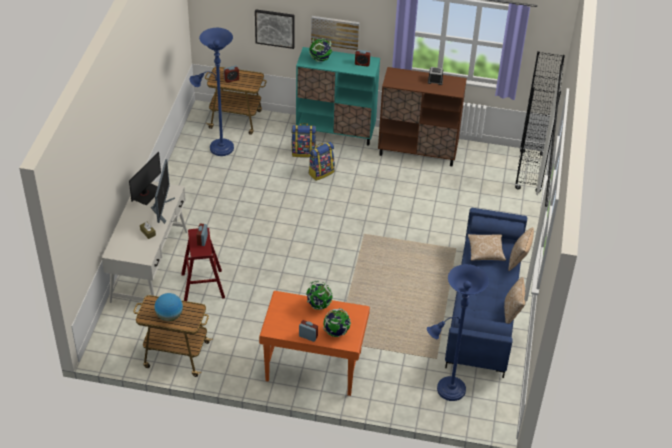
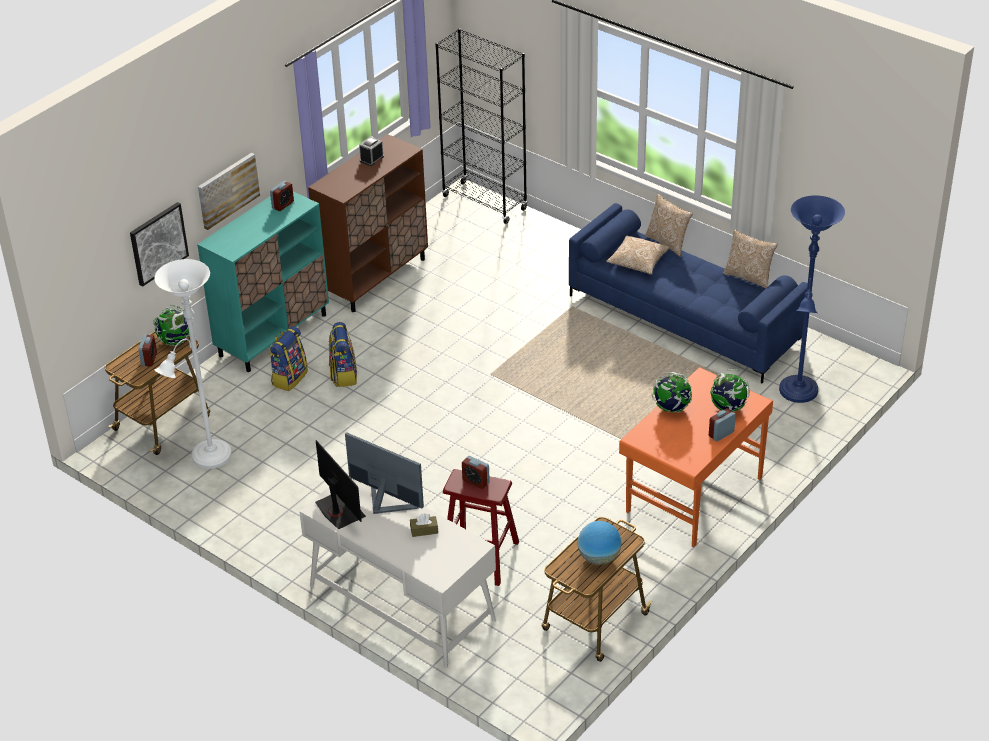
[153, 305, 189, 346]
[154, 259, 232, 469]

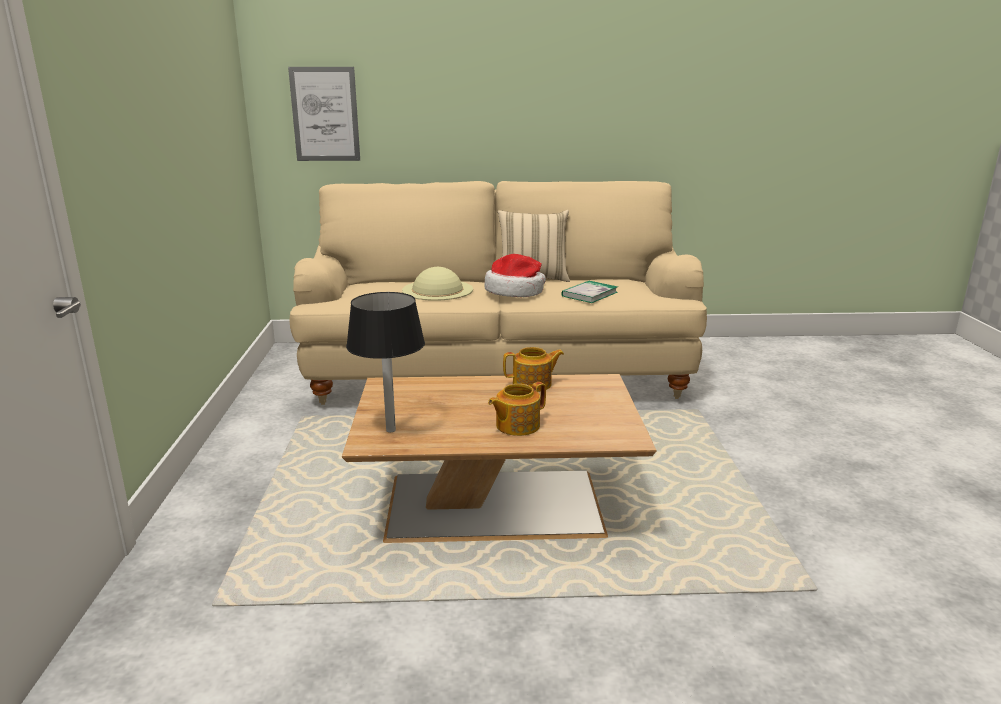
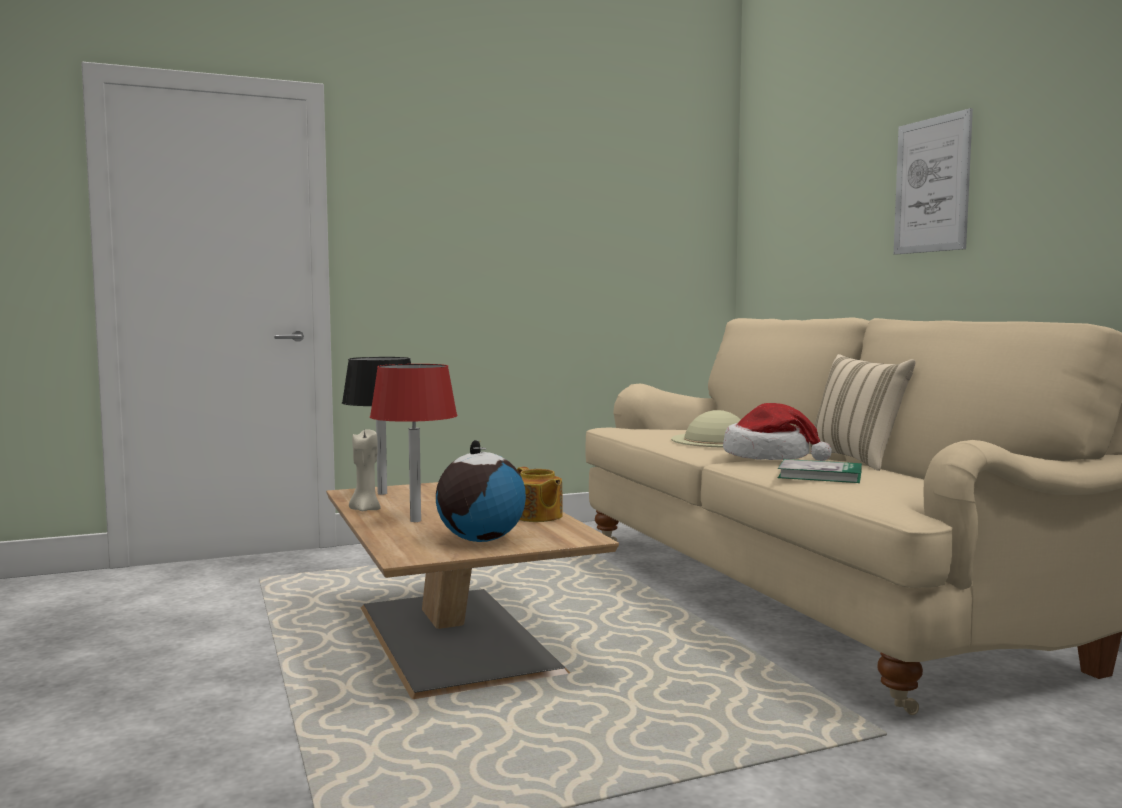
[349, 429, 381, 511]
[370, 364, 458, 522]
[436, 440, 526, 542]
[894, 108, 973, 255]

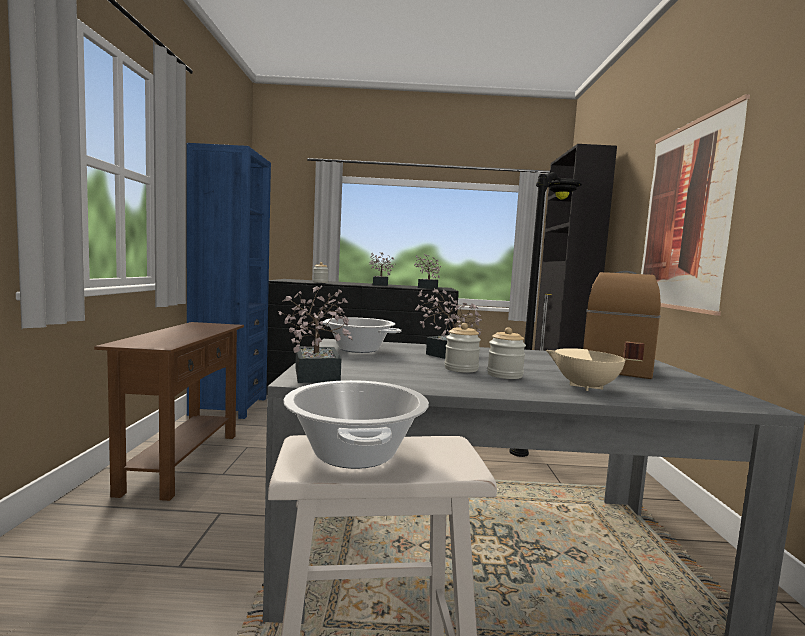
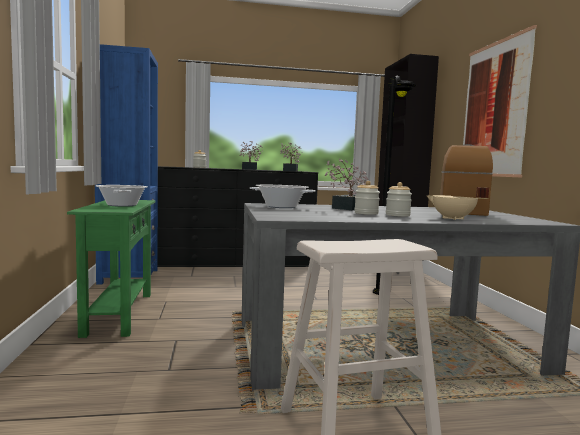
[67, 200, 156, 338]
[96, 185, 148, 207]
[278, 286, 353, 383] (first image)

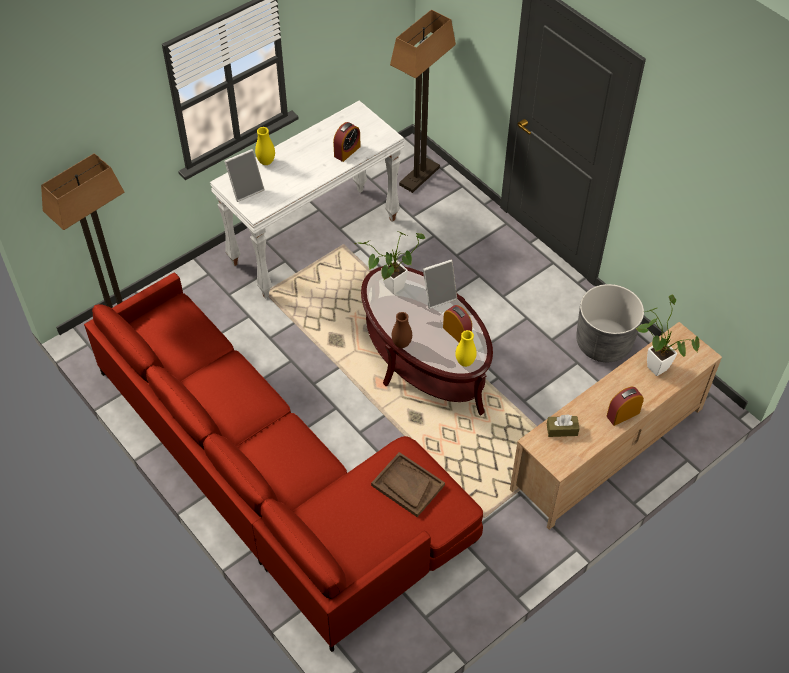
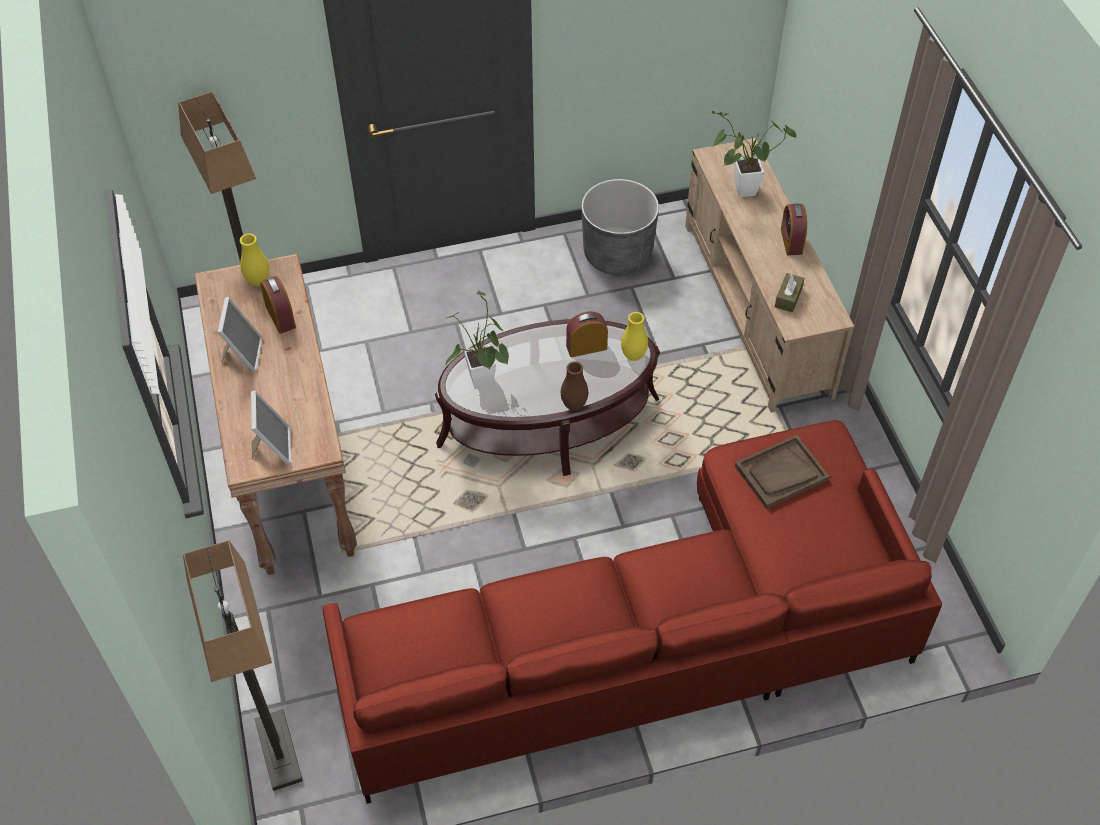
[195, 254, 357, 575]
[218, 297, 263, 373]
[240, 233, 270, 286]

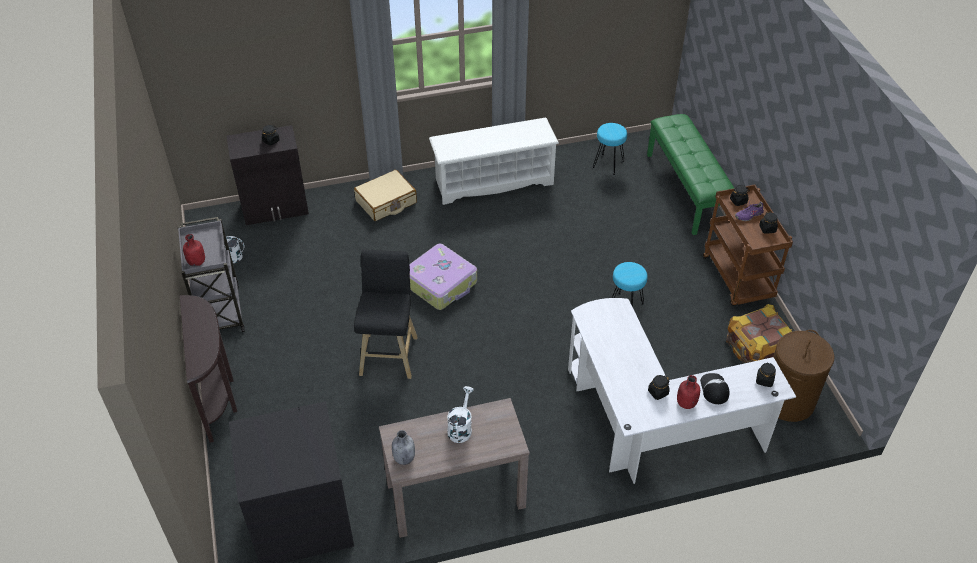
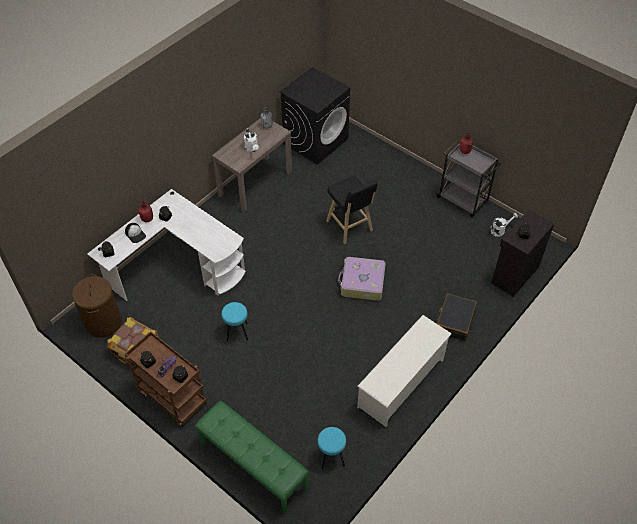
[437, 293, 477, 341]
[180, 295, 237, 443] (first image)

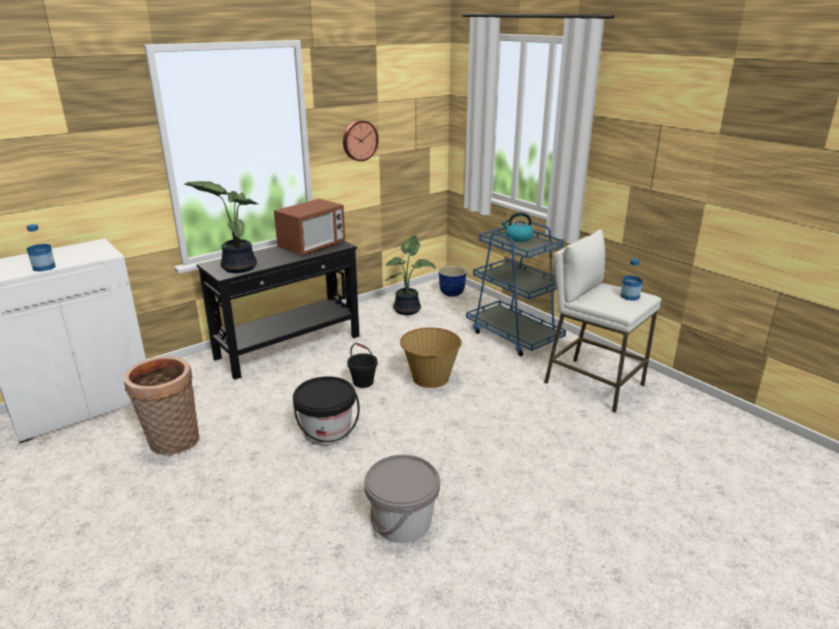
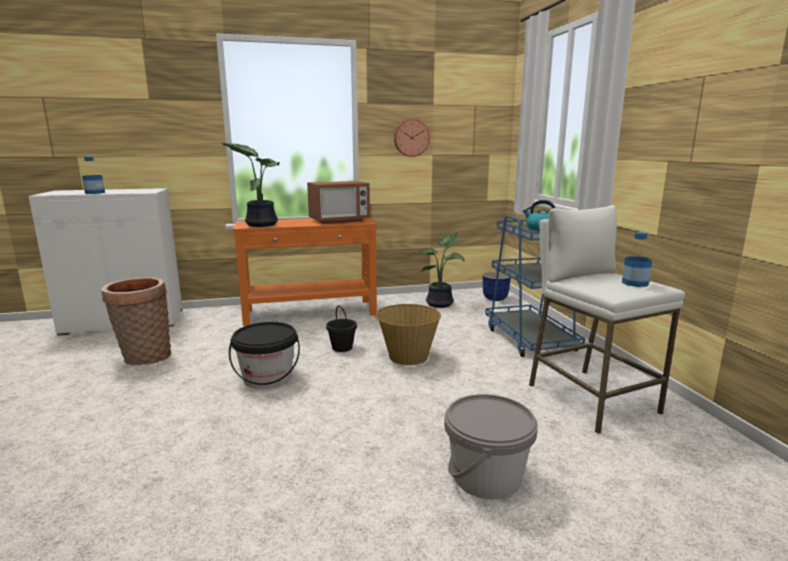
[233, 218, 377, 326]
[444, 394, 538, 500]

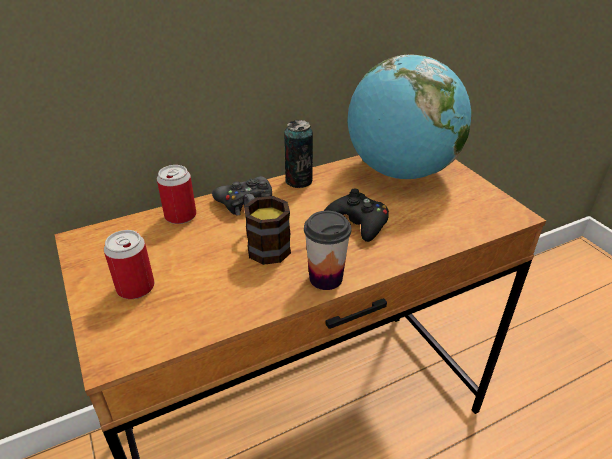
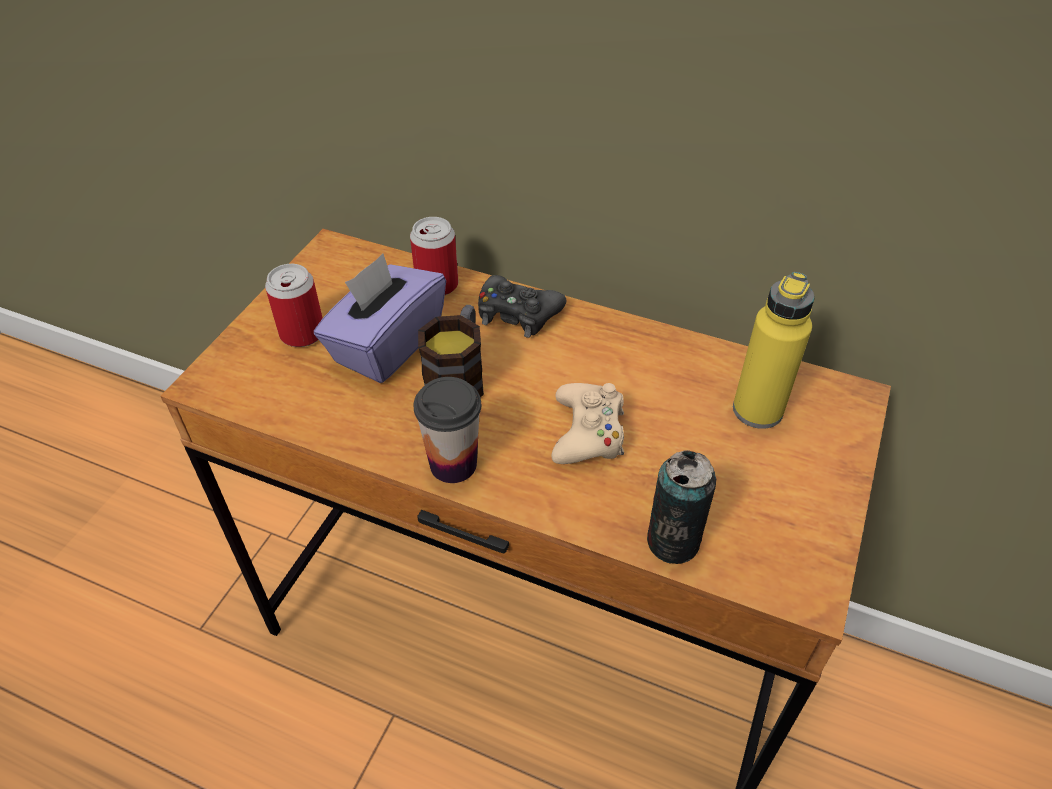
[314, 254, 446, 383]
[552, 383, 624, 464]
[647, 450, 716, 564]
[733, 272, 815, 429]

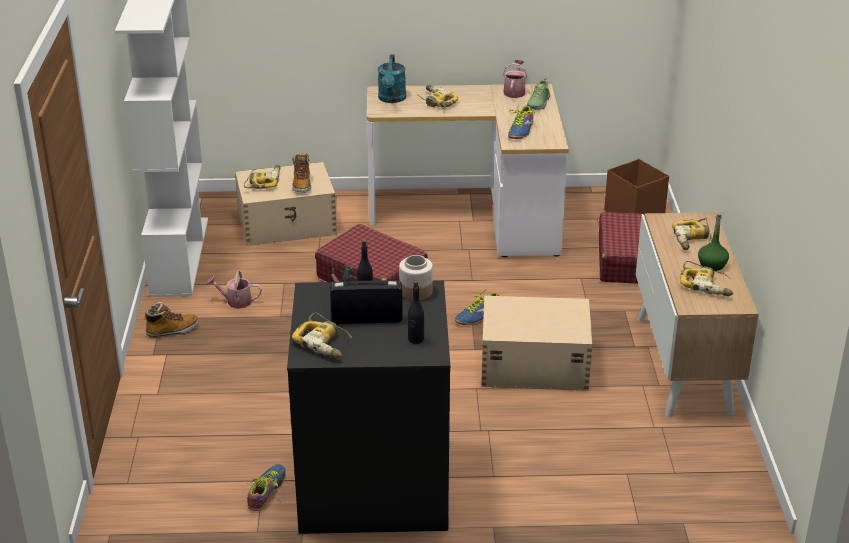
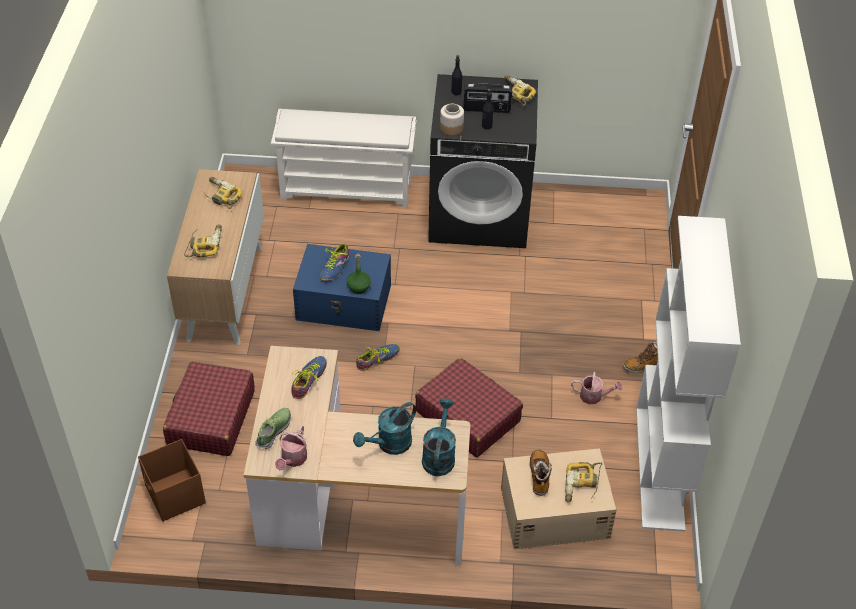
[271, 109, 416, 207]
[293, 244, 391, 331]
[320, 241, 349, 281]
[347, 254, 371, 294]
[353, 402, 416, 455]

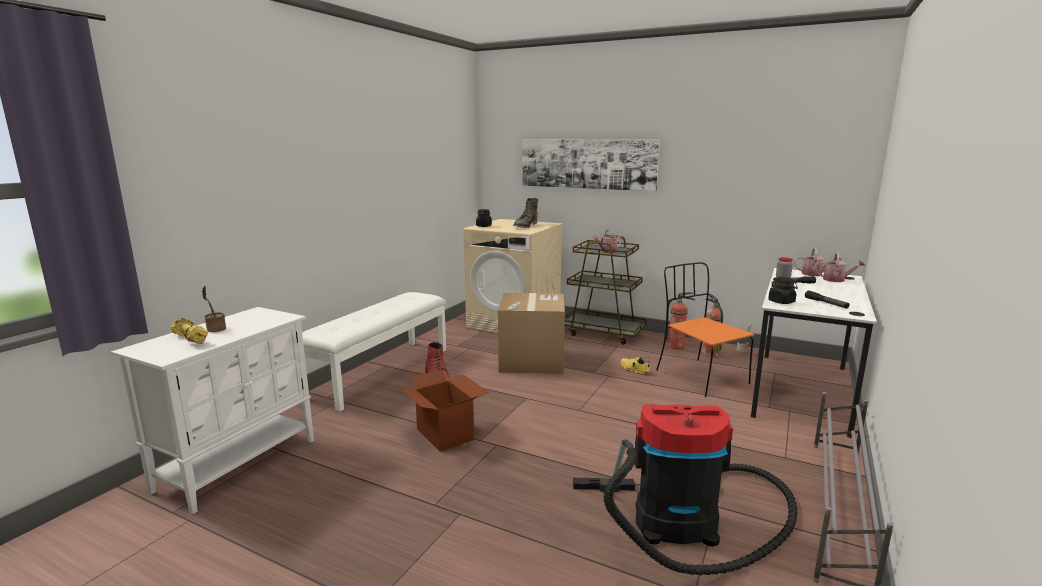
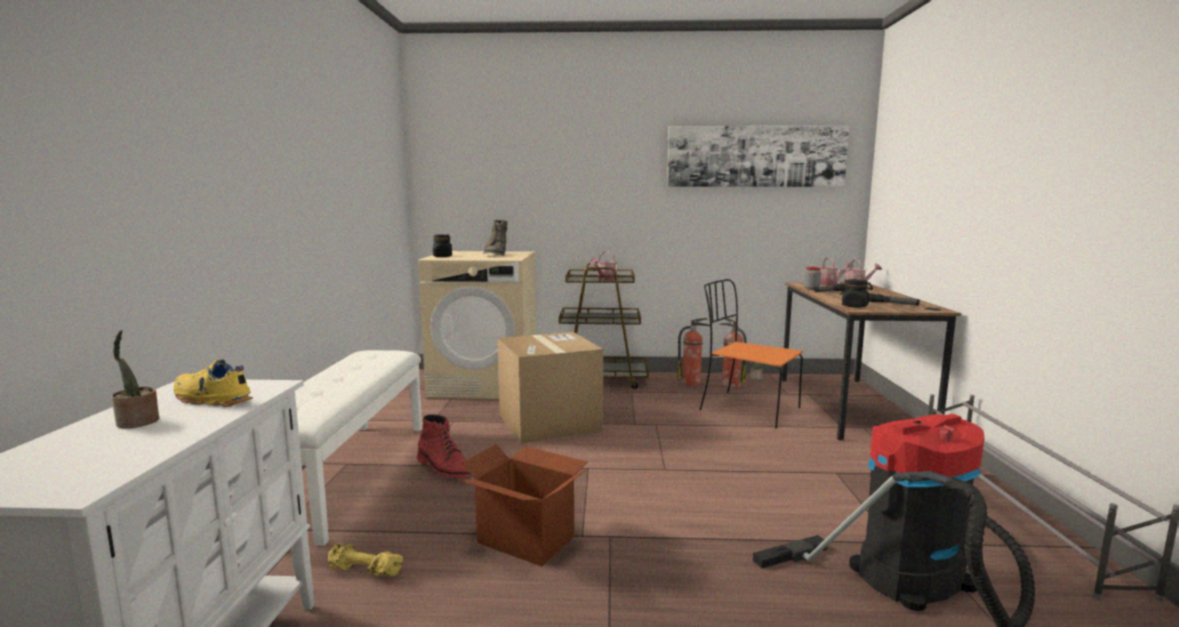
[174, 359, 253, 407]
[328, 544, 403, 576]
[667, 126, 849, 187]
[782, 283, 961, 441]

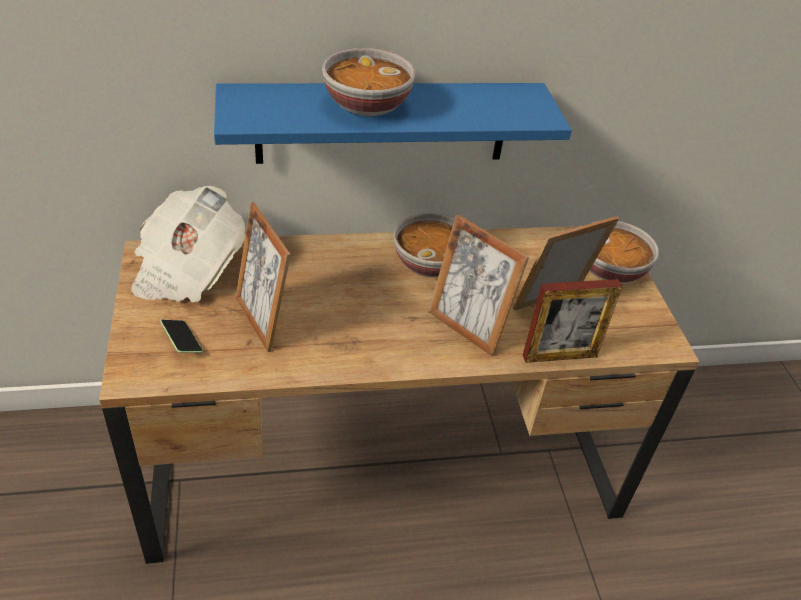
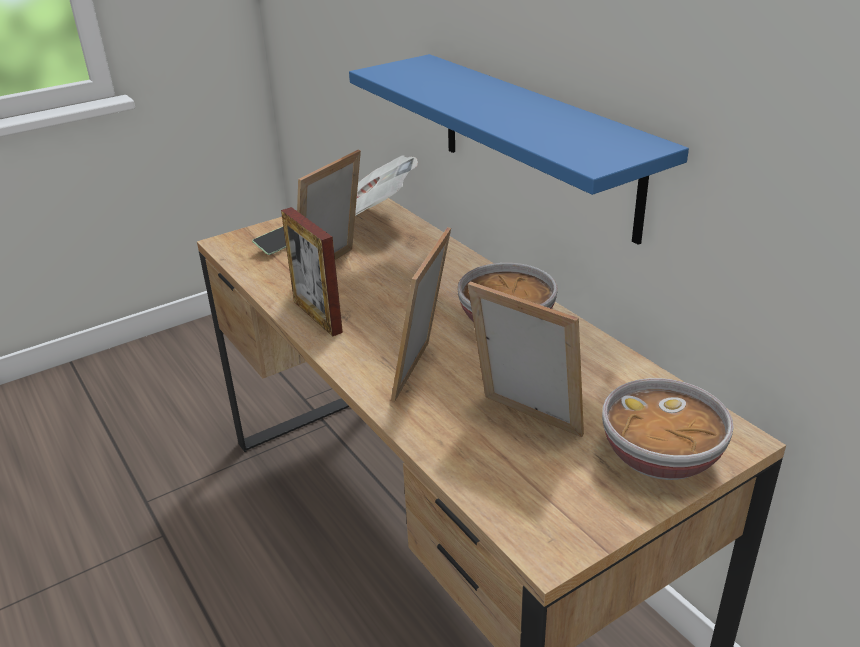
[281, 207, 343, 336]
[322, 48, 416, 116] (first image)

